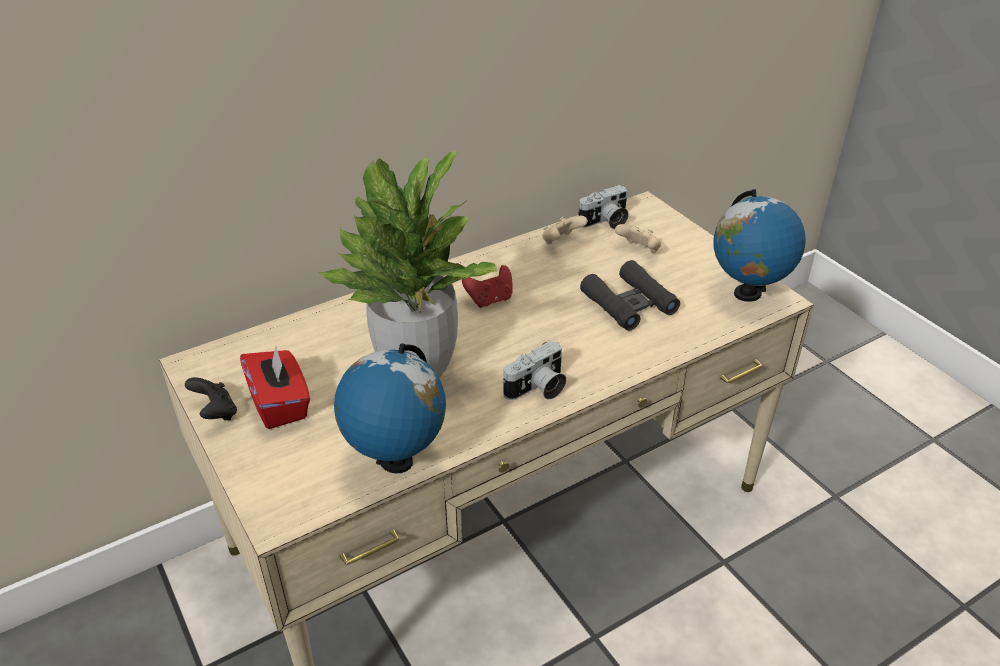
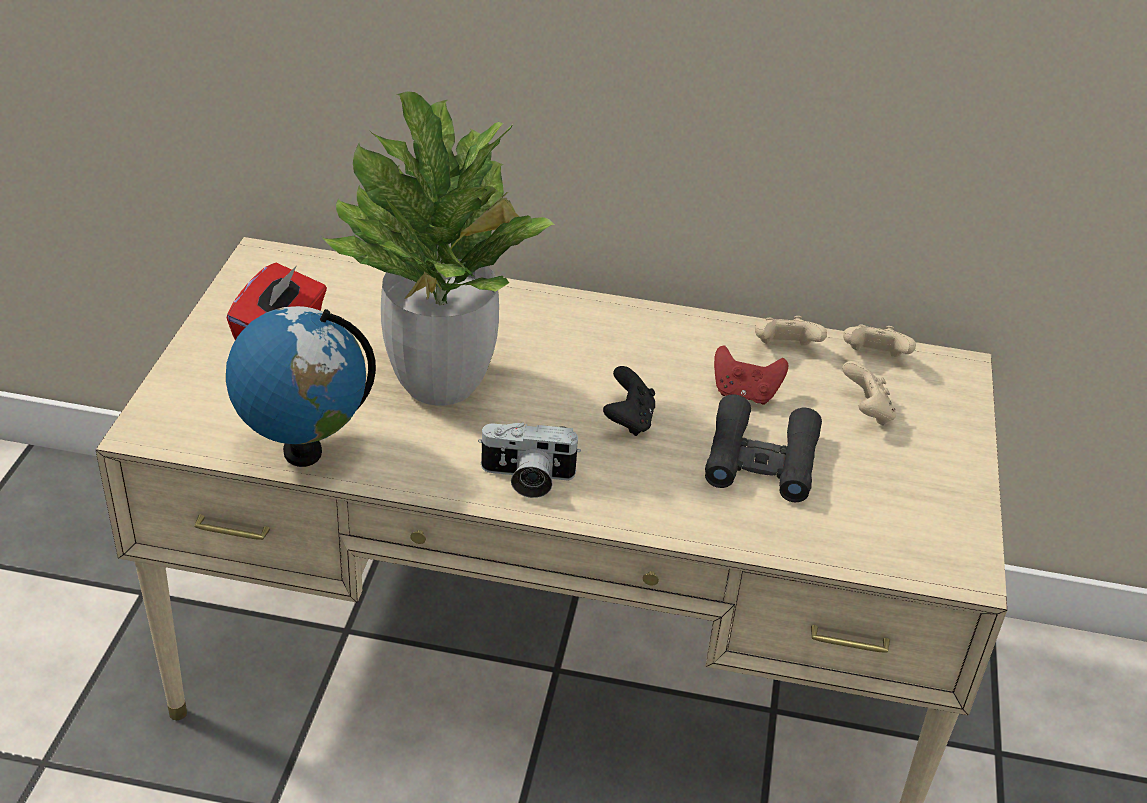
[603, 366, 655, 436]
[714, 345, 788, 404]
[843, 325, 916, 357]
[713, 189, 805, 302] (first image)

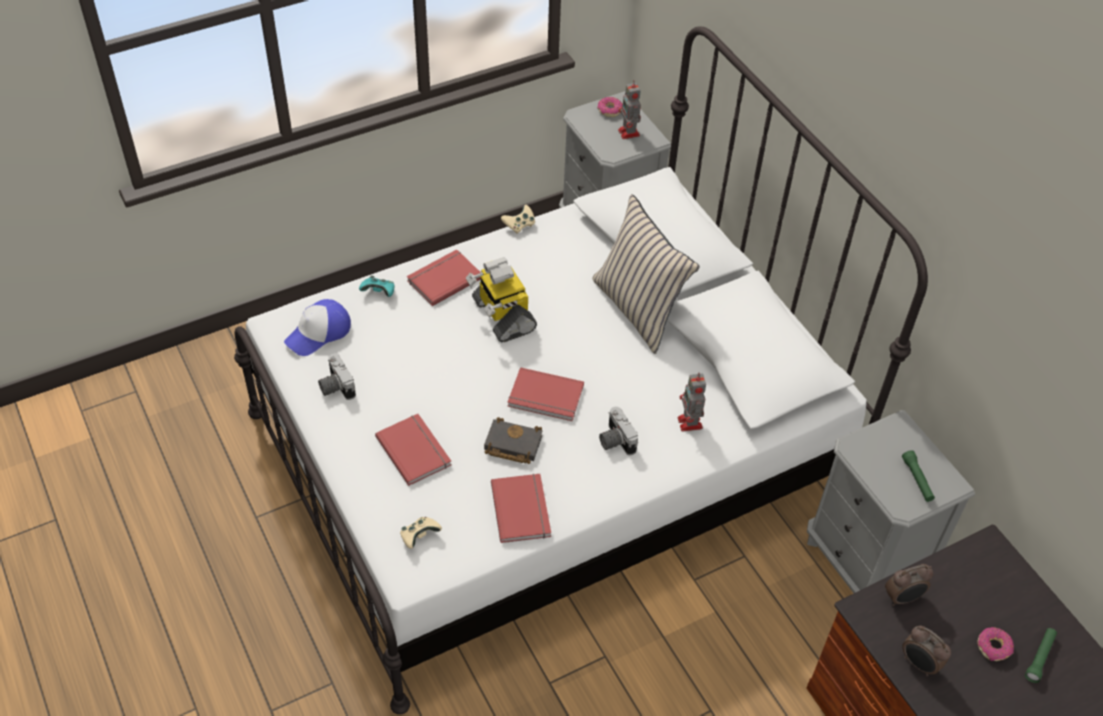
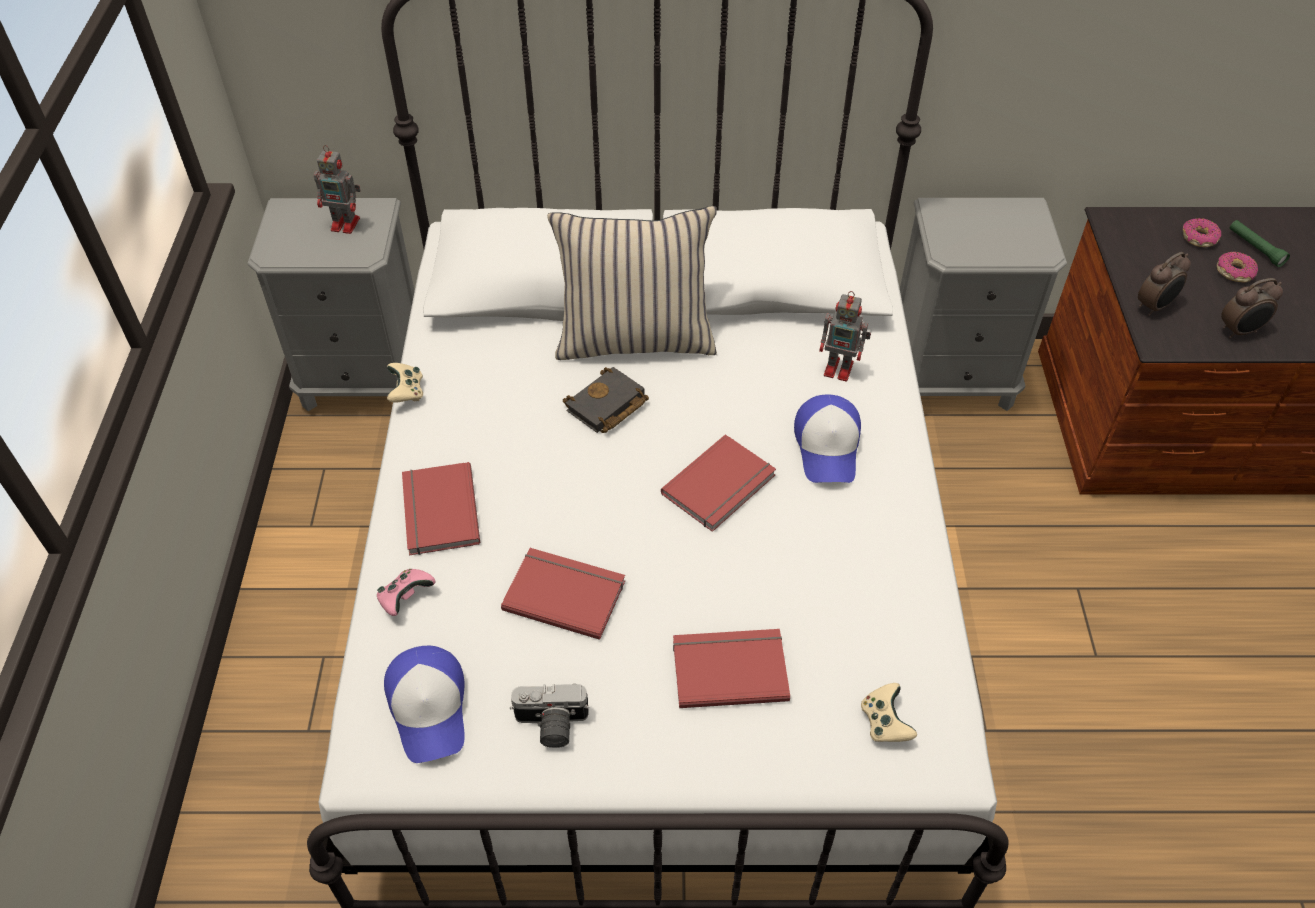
[377, 569, 435, 616]
[501, 548, 625, 640]
[563, 367, 649, 433]
[794, 394, 861, 483]
[1138, 252, 1191, 316]
[1182, 218, 1221, 247]
[466, 257, 537, 343] (first image)
[902, 450, 935, 502] (first image)

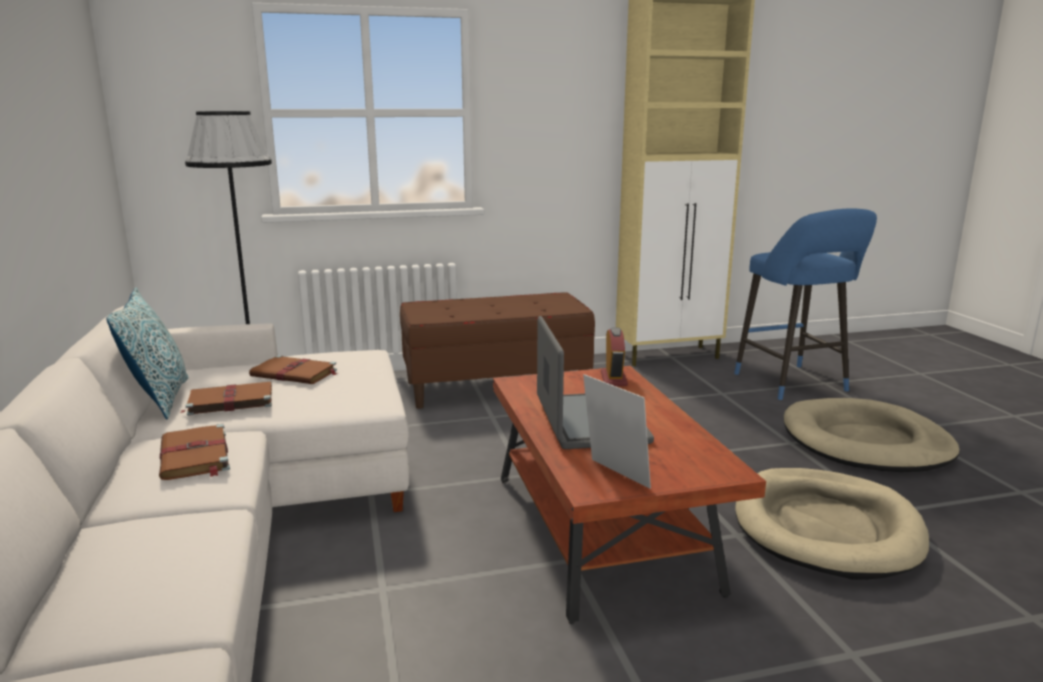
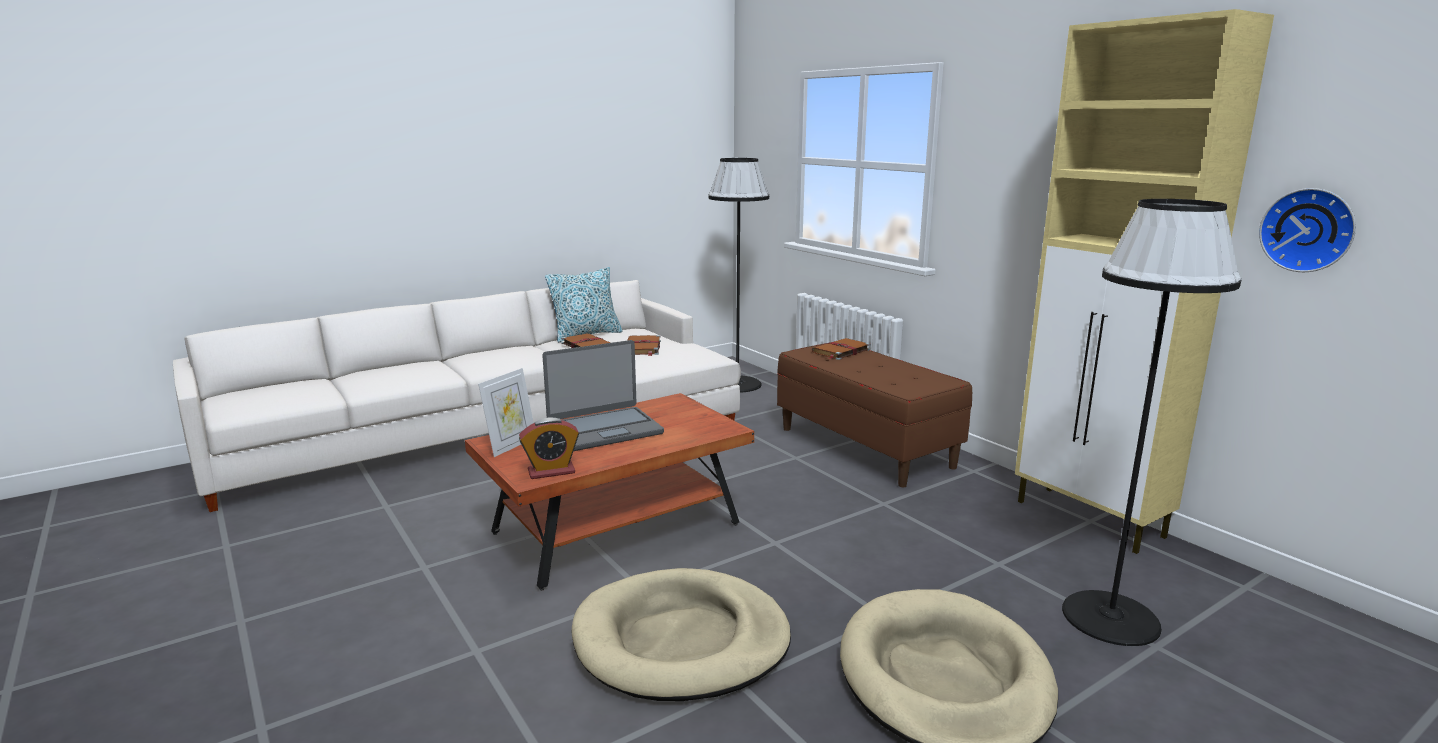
[519, 418, 579, 479]
[812, 338, 870, 360]
[1062, 199, 1241, 646]
[1259, 188, 1356, 272]

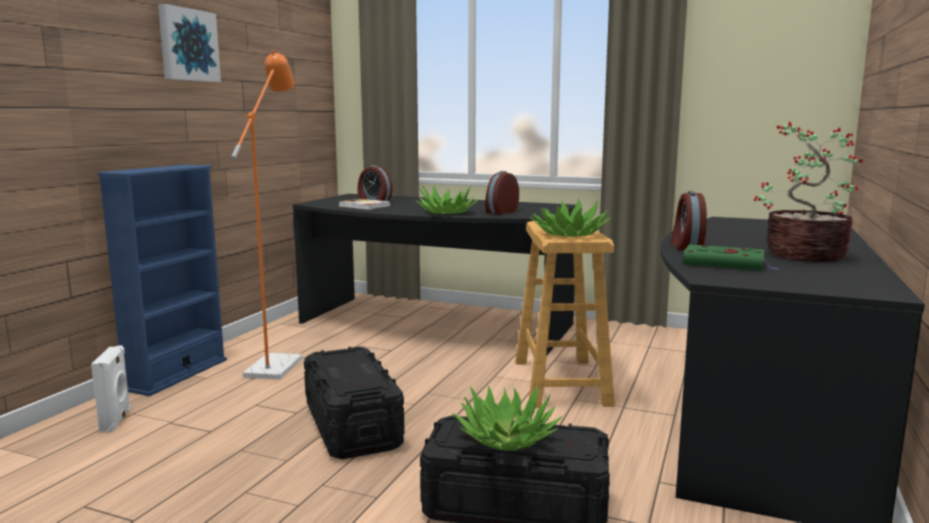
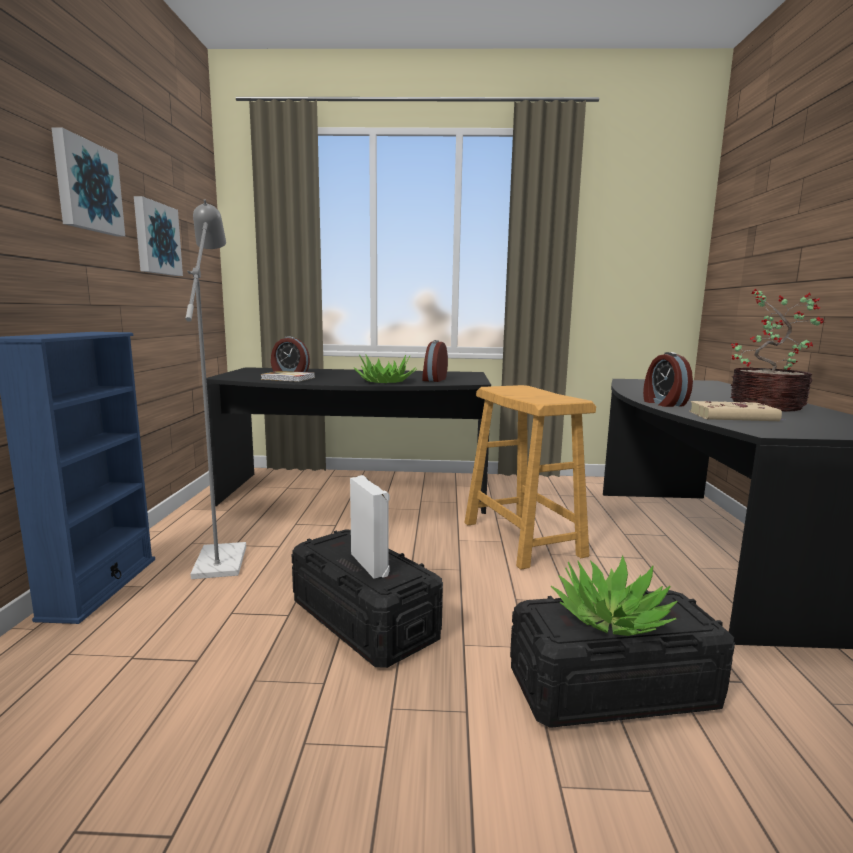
[134, 196, 183, 276]
[185, 200, 246, 579]
[350, 475, 390, 579]
[689, 401, 785, 421]
[530, 198, 610, 237] (first image)

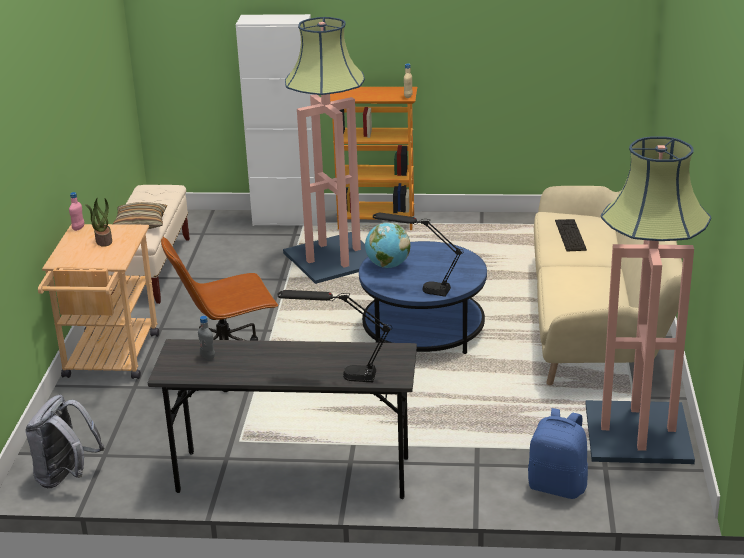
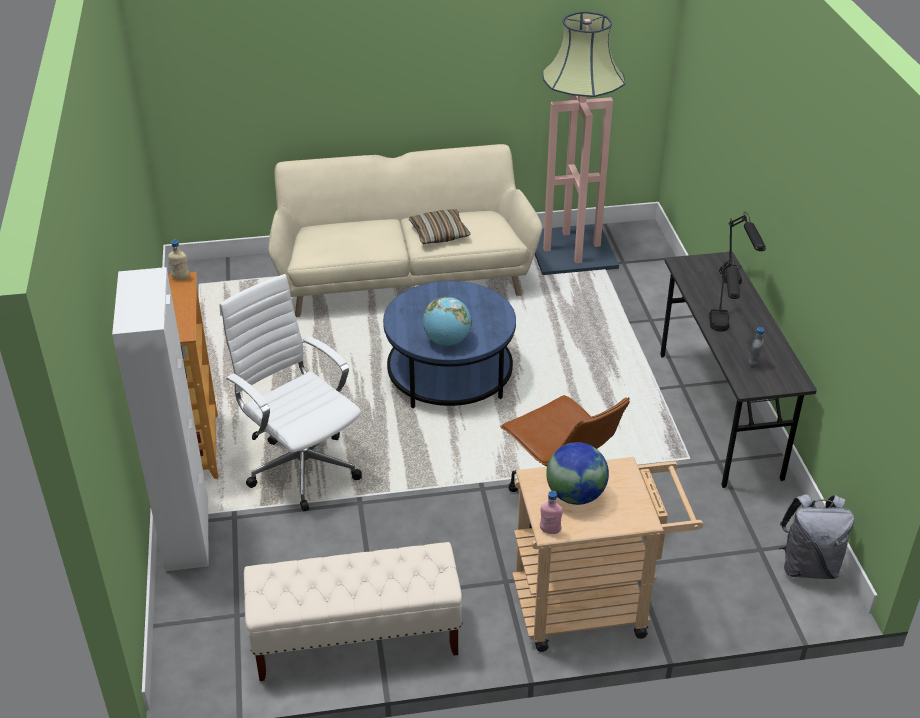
[219, 274, 362, 512]
[409, 209, 470, 244]
[546, 442, 609, 505]
[709, 256, 740, 332]
[528, 408, 588, 499] (first image)
[555, 219, 587, 252] (first image)

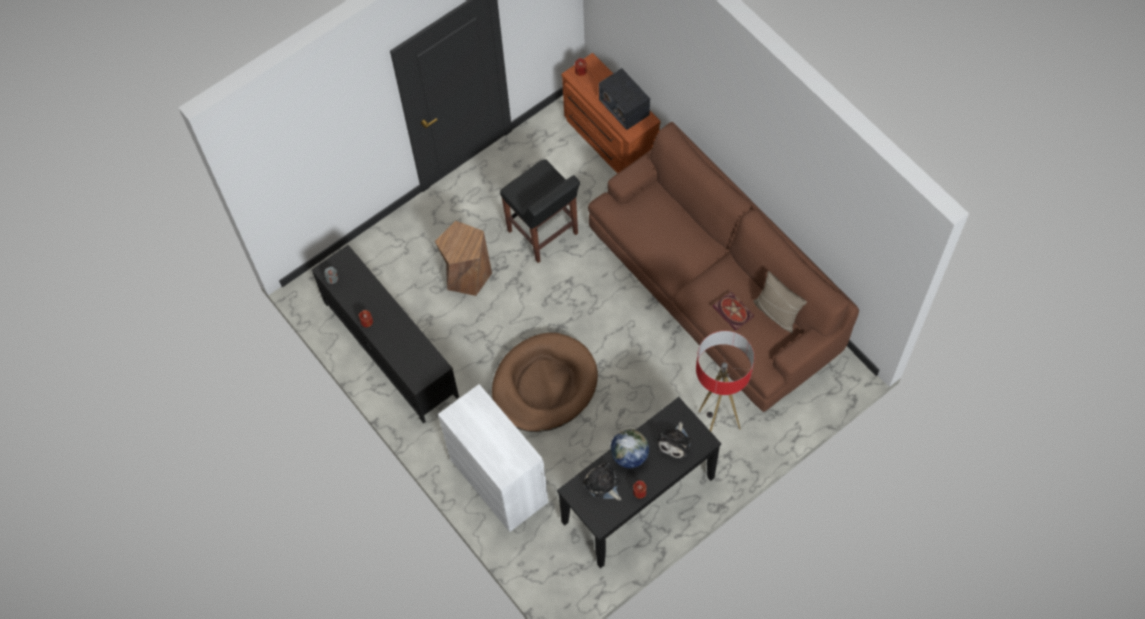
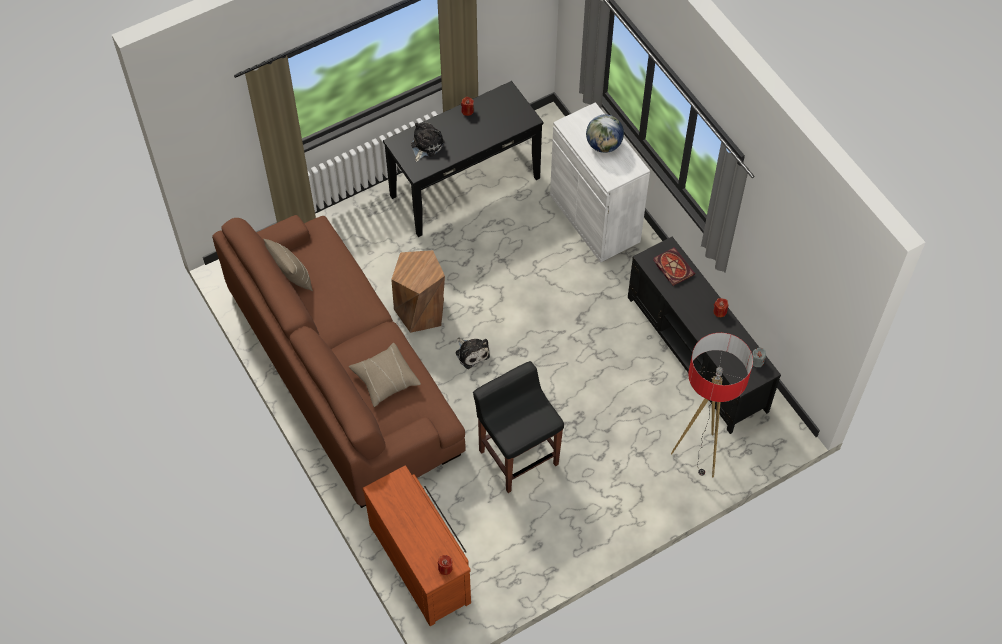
[349, 343, 421, 407]
[391, 250, 445, 333]
[455, 338, 490, 369]
[586, 114, 624, 153]
[653, 247, 695, 286]
[671, 333, 753, 478]
[492, 333, 598, 432] (first image)
[599, 68, 650, 130] (first image)

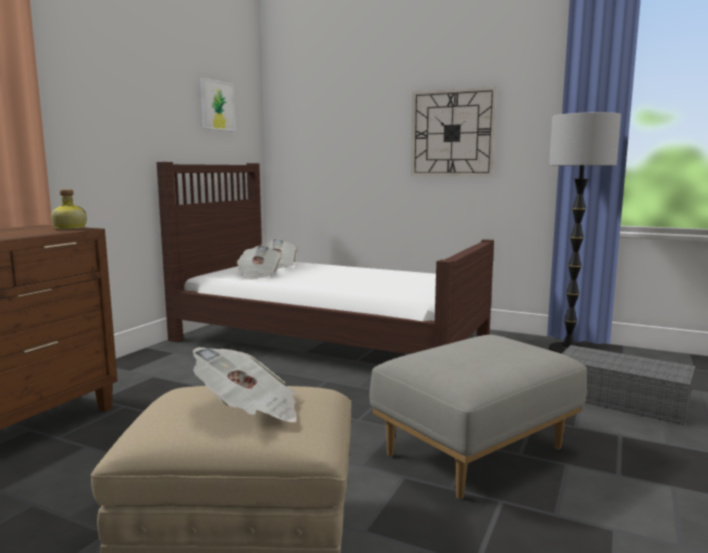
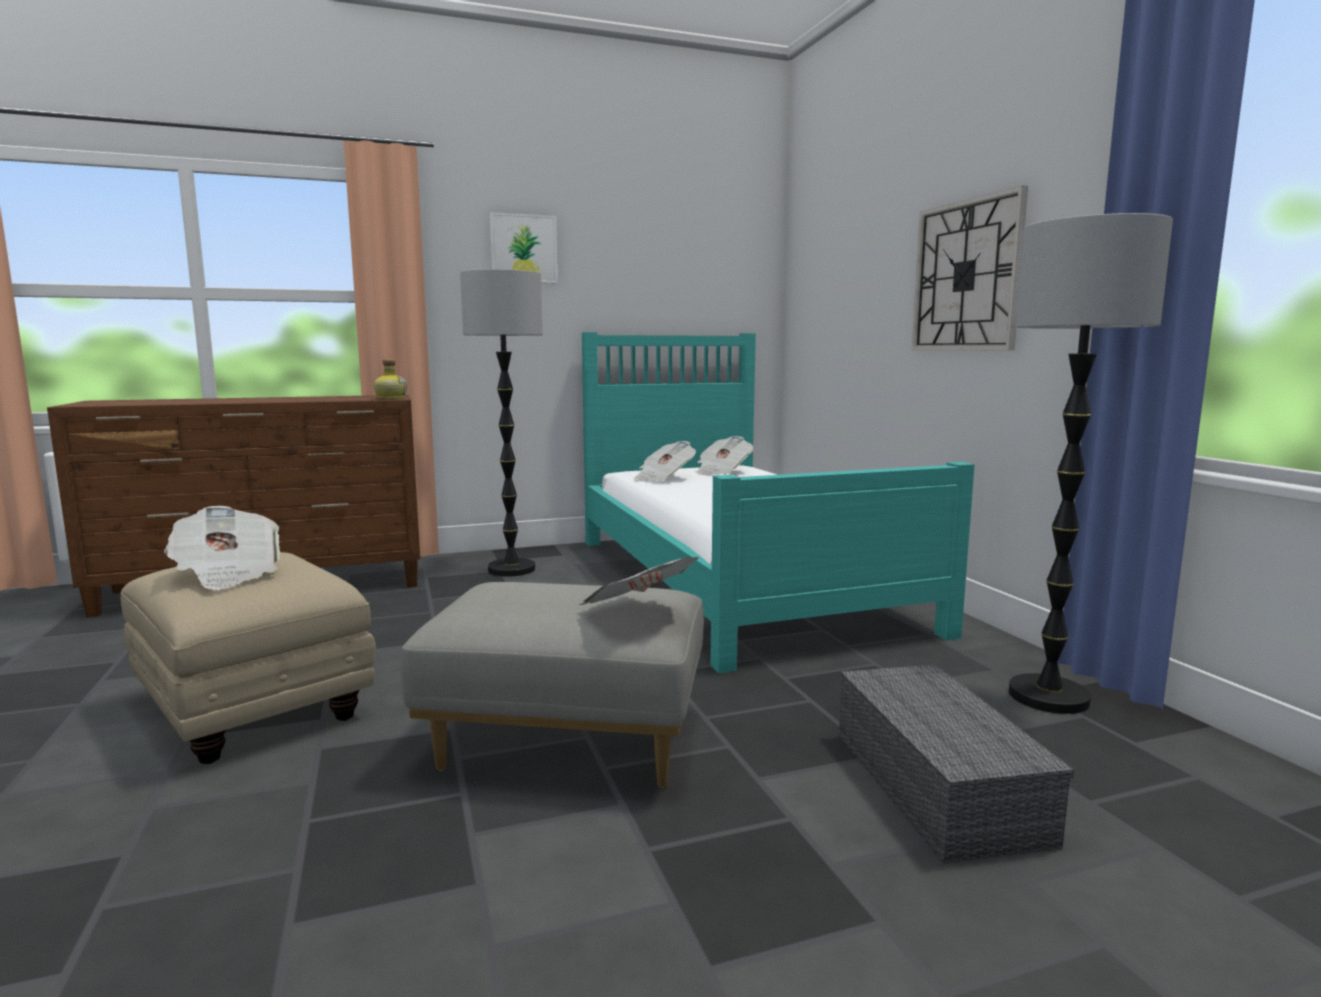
[460, 269, 543, 577]
[490, 212, 558, 284]
[579, 557, 699, 605]
[582, 332, 975, 673]

